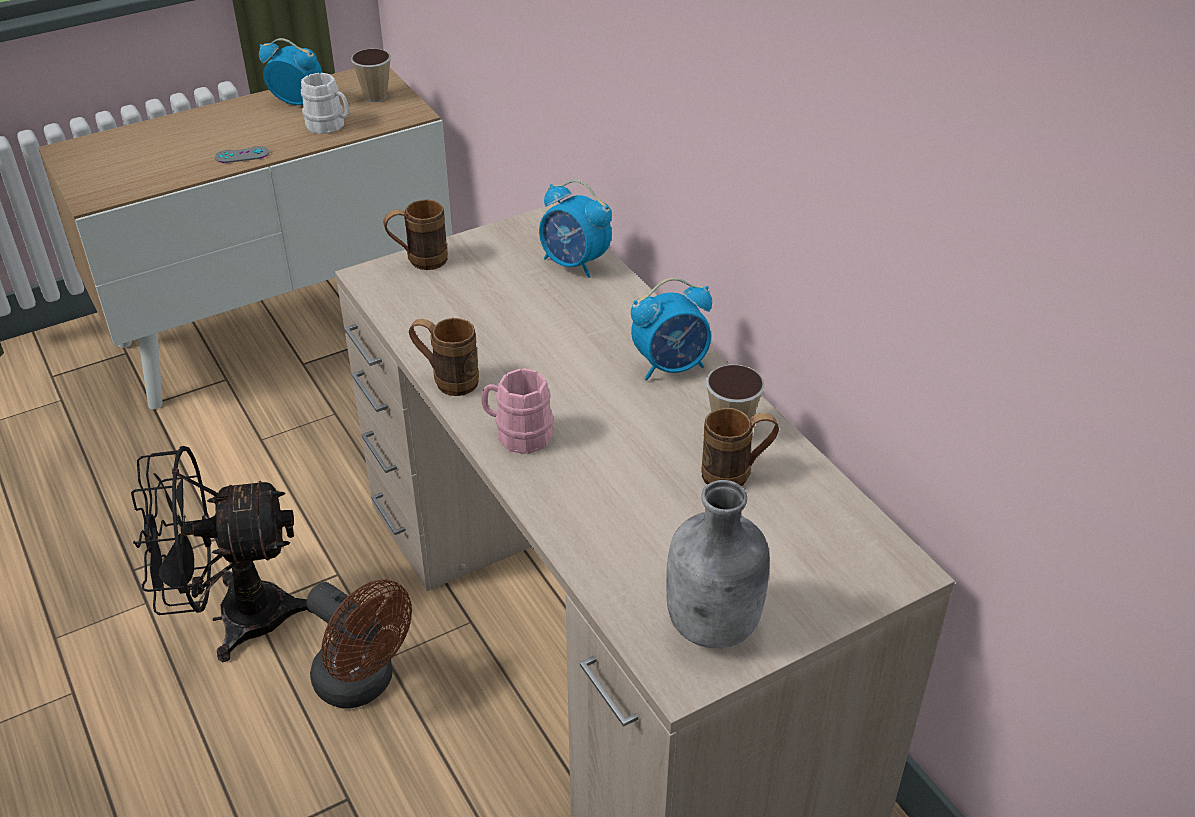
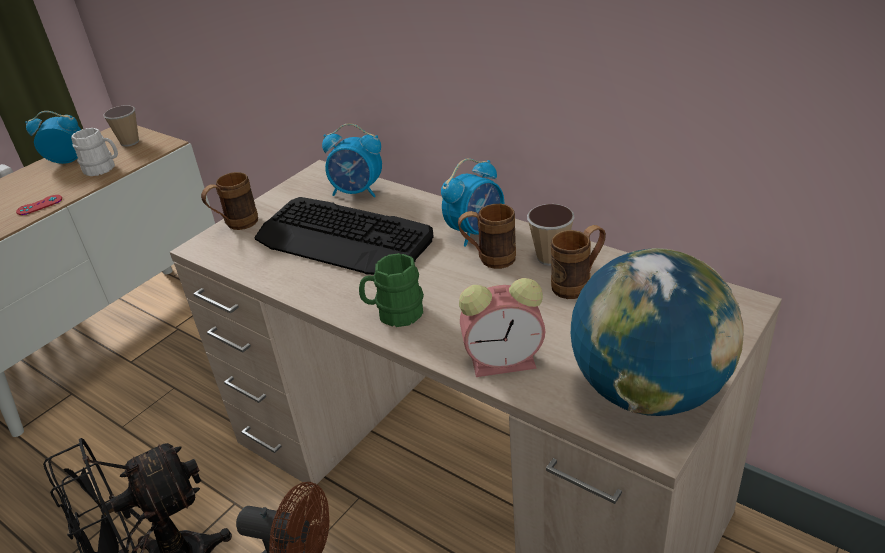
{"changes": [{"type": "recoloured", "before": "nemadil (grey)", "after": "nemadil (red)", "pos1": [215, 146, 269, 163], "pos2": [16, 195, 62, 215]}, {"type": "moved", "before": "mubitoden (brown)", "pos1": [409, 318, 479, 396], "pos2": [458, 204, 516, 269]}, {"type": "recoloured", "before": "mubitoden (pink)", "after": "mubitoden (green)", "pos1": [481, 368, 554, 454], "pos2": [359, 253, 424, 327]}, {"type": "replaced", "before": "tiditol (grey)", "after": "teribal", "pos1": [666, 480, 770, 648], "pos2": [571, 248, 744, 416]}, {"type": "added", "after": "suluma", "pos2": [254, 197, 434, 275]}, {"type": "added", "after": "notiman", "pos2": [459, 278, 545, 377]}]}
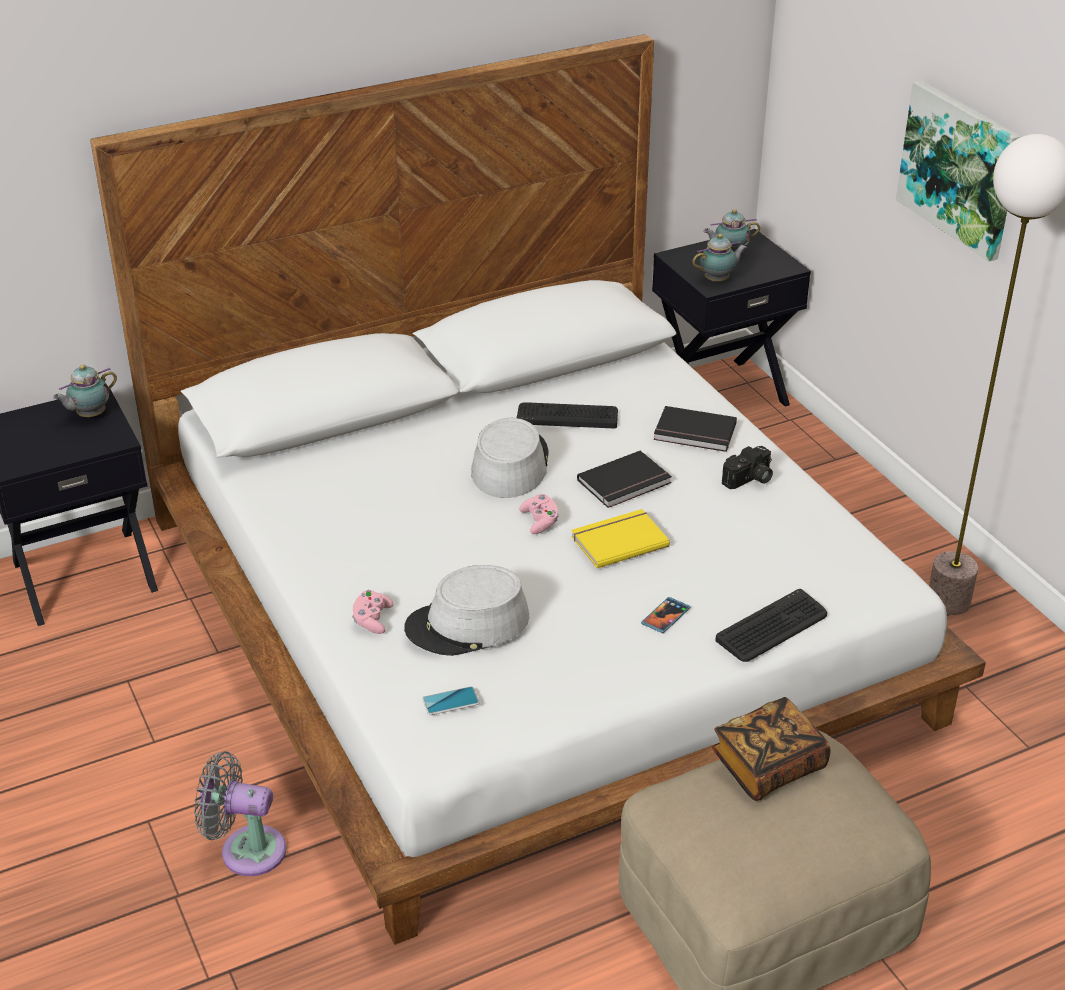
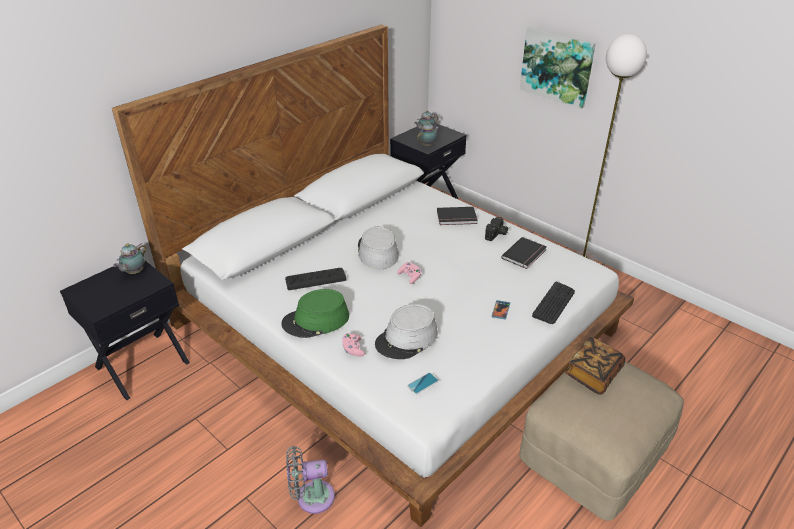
{"changes": [{"type": "moved", "before": "suluma", "pos1": [517, 402, 618, 428], "pos2": [285, 268, 346, 290]}, {"type": "moved", "before": "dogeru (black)", "pos1": [577, 451, 672, 508], "pos2": [501, 237, 547, 269]}, {"type": "removed", "before": "dogeru (yellow)", "pos1": [571, 509, 670, 568]}, {"type": "added", "after": "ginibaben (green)", "pos2": [281, 289, 349, 338]}]}
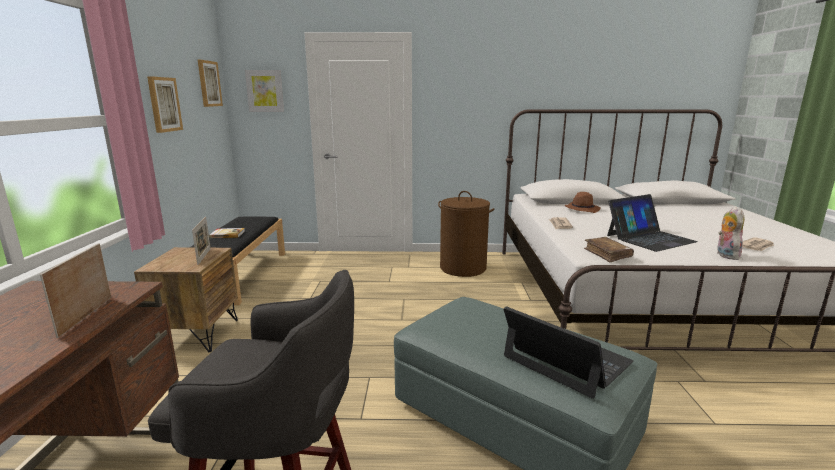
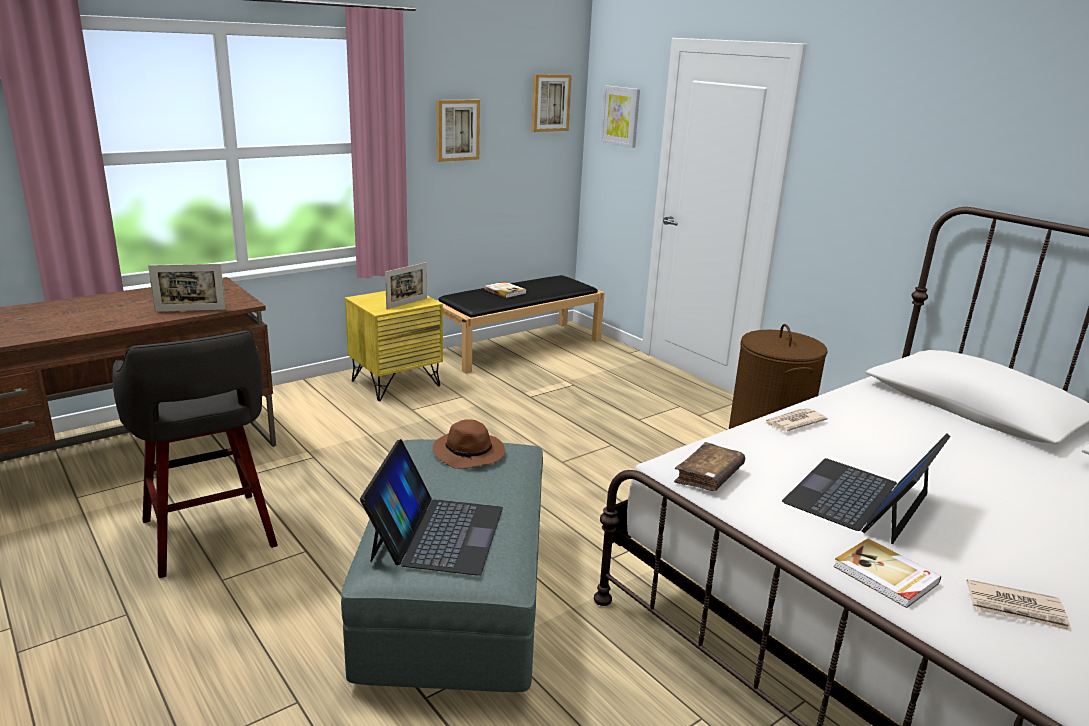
{"changes": [{"type": "moved", "before": "ginibaben (brown)", "pos1": [565, 192, 601, 213], "pos2": [433, 419, 505, 469]}, {"type": "turned", "before": "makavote", "pos1": [607, 194, 698, 252], "pos2": [782, 434, 951, 544], "turn": 105}, {"type": "replaced", "before": "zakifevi", "after": "dogeru", "pos1": [717, 207, 744, 260], "pos2": [833, 538, 941, 608]}, {"type": "turned", "before": "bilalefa", "pos1": [40, 243, 111, 338], "pos2": [148, 264, 226, 312], "turn": -150}, {"type": "recoloured", "before": "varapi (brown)", "after": "varapi (yellow)", "pos1": [134, 247, 238, 352], "pos2": [345, 291, 443, 401]}]}
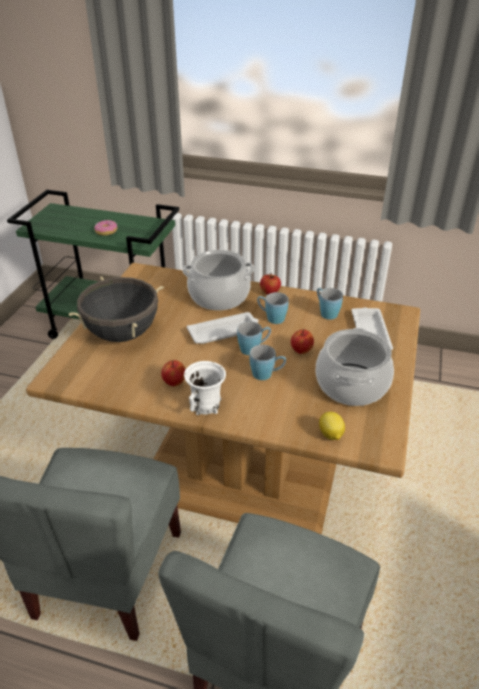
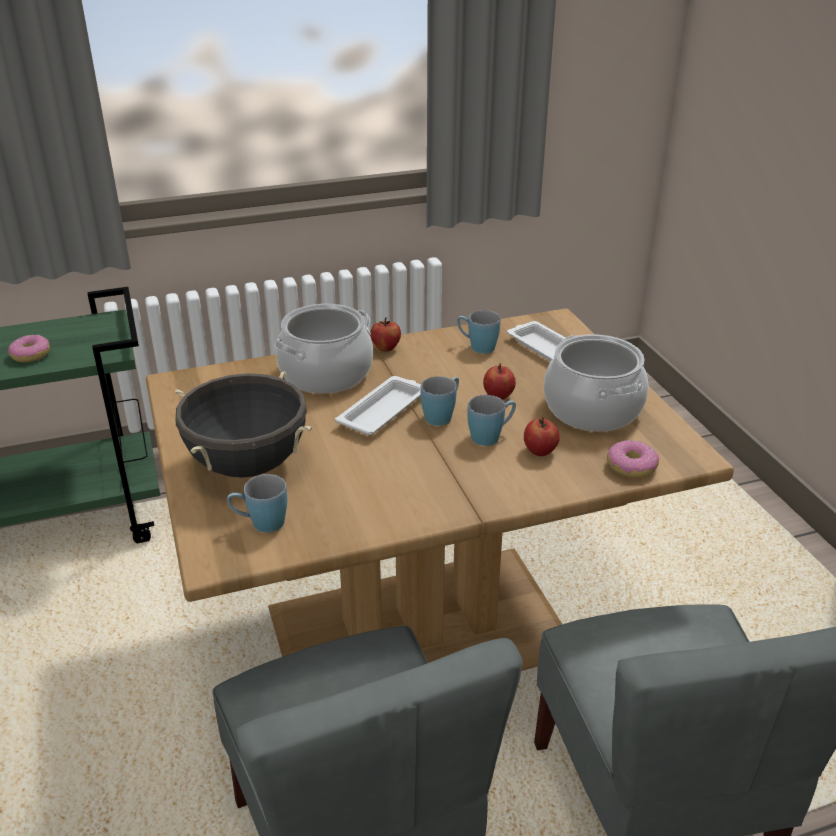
{"changes": [{"type": "moved", "before": "mubitoden (blue)", "pos1": [257, 292, 289, 324], "pos2": [227, 474, 287, 533]}, {"type": "moved", "before": "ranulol", "pos1": [161, 360, 186, 386], "pos2": [524, 417, 560, 456]}, {"type": "removed", "before": "mubitoden (white)", "pos1": [184, 361, 226, 415]}, {"type": "replaced", "before": "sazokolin", "after": "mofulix", "pos1": [319, 412, 345, 440], "pos2": [607, 440, 659, 478]}]}
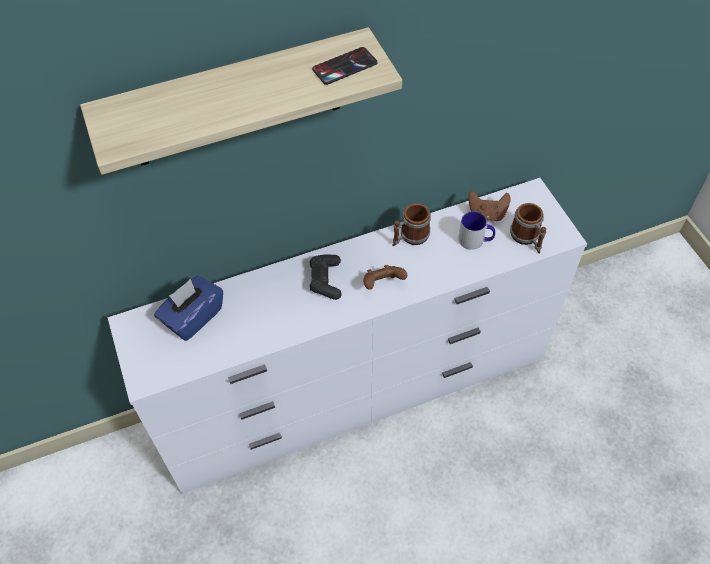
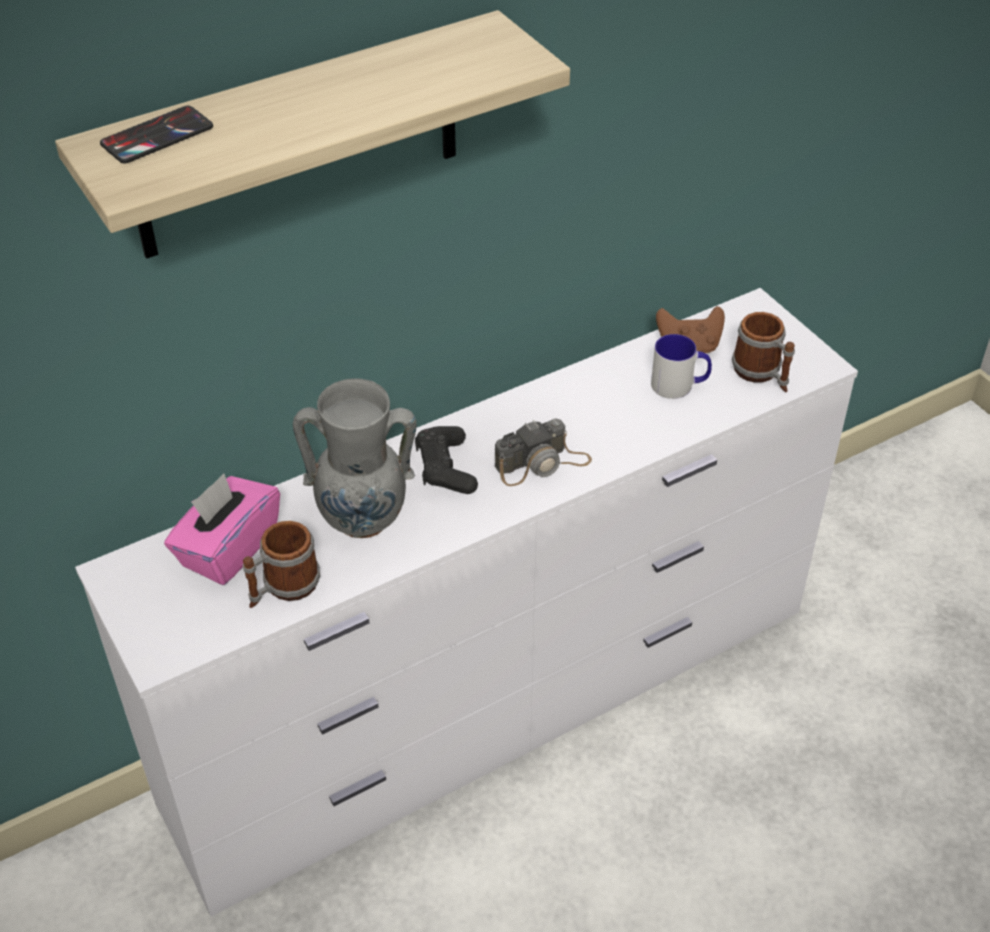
{"changes": [{"type": "moved", "before": "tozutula", "pos1": [312, 47, 378, 85], "pos2": [100, 106, 213, 163]}, {"type": "moved", "before": "mubitoden", "pos1": [392, 203, 431, 246], "pos2": [243, 521, 320, 608]}, {"type": "replaced", "before": "nemadil (brown)", "after": "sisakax", "pos1": [363, 265, 407, 290], "pos2": [495, 419, 592, 486]}, {"type": "recoloured", "before": "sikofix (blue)", "after": "sikofix (pink)", "pos1": [154, 276, 223, 341], "pos2": [164, 473, 280, 585]}, {"type": "added", "after": "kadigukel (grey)", "pos2": [293, 378, 417, 538]}]}
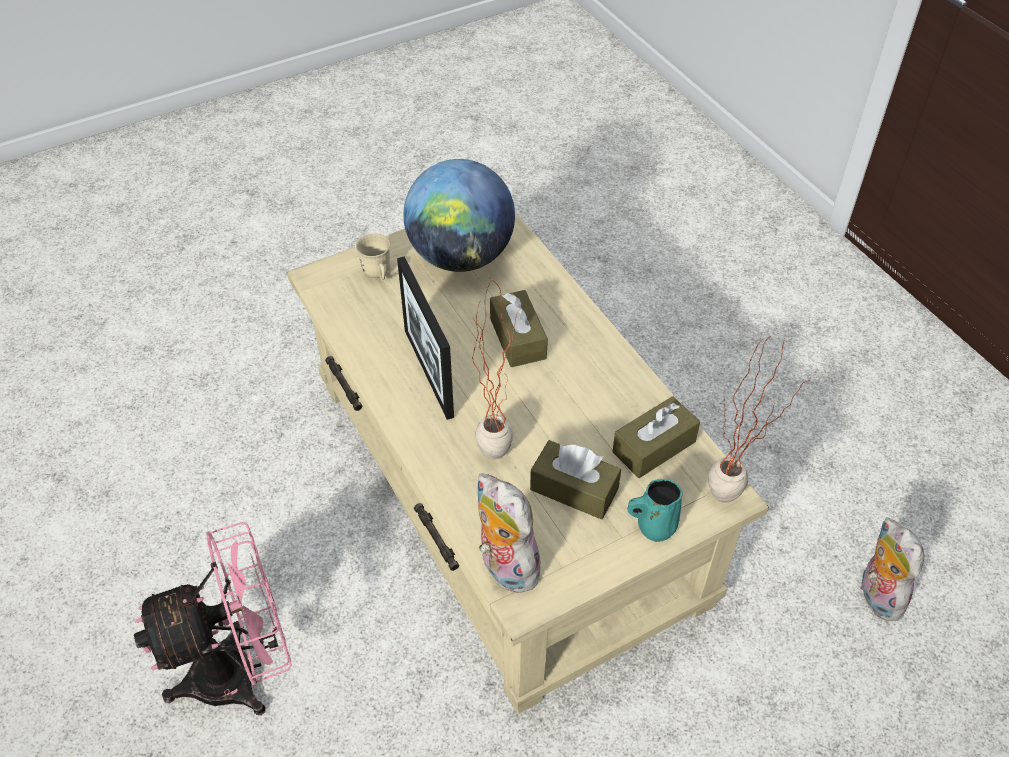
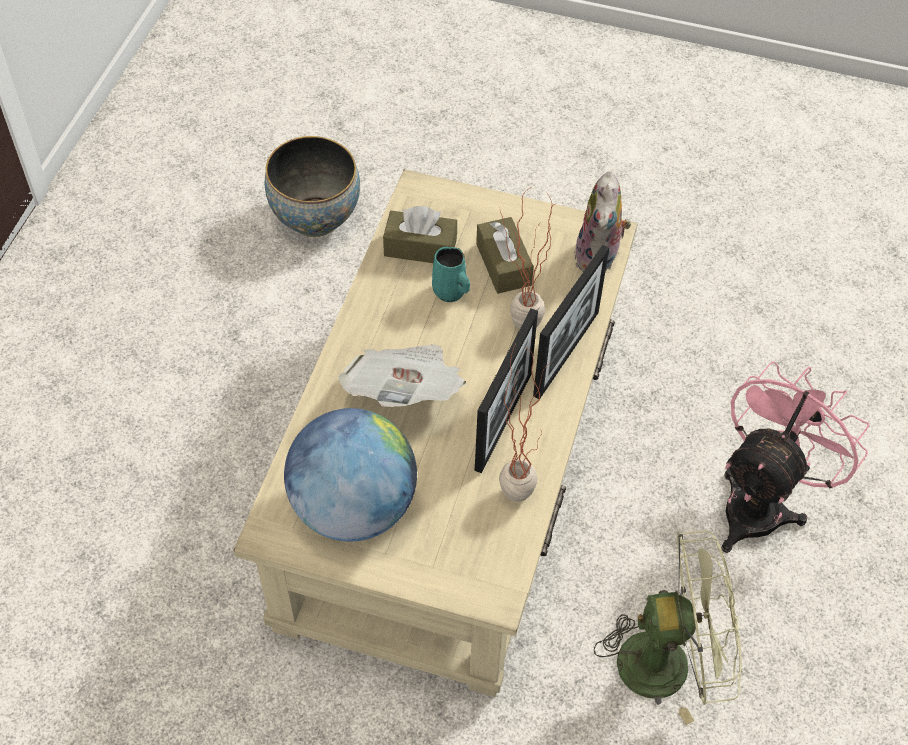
{"changes": [{"type": "removed", "before": "mubitoden (beige)", "pos1": [356, 233, 390, 280]}, {"type": "replaced", "before": "sikofix (brown)", "after": "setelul", "pos1": [490, 290, 548, 367], "pos2": [338, 344, 466, 407]}, {"type": "moved", "before": "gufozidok", "pos1": [708, 339, 810, 503], "pos2": [499, 342, 550, 502]}, {"type": "moved", "before": "mubitoden (turquoise)", "pos1": [627, 479, 682, 542], "pos2": [432, 247, 470, 302]}, {"type": "replaced", "before": "zakifevi", "after": "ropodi", "pos1": [860, 517, 924, 621], "pos2": [265, 136, 360, 237]}, {"type": "turned", "before": "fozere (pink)", "pos1": [134, 522, 292, 715], "pos2": [721, 362, 870, 553], "turn": 105}, {"type": "added", "after": "bilalefa", "pos2": [533, 245, 609, 399]}, {"type": "added", "after": "fozere (green)", "pos2": [594, 531, 741, 725]}]}
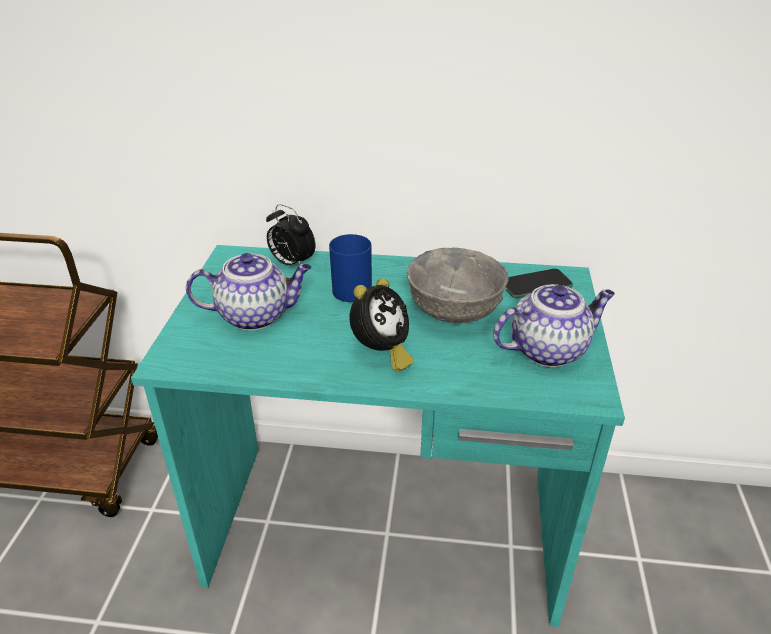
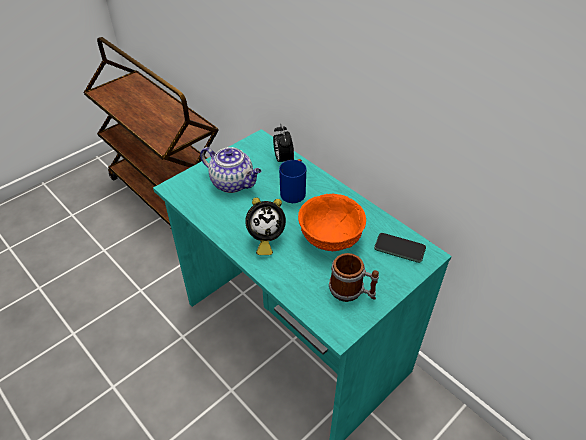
{"changes": [{"type": "recoloured", "before": "ropodi (grey)", "after": "ropodi (orange)", "pos1": [407, 247, 509, 323], "pos2": [298, 194, 366, 251]}, {"type": "replaced", "before": "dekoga", "after": "mubitoden", "pos1": [493, 284, 615, 367], "pos2": [329, 253, 379, 302]}]}
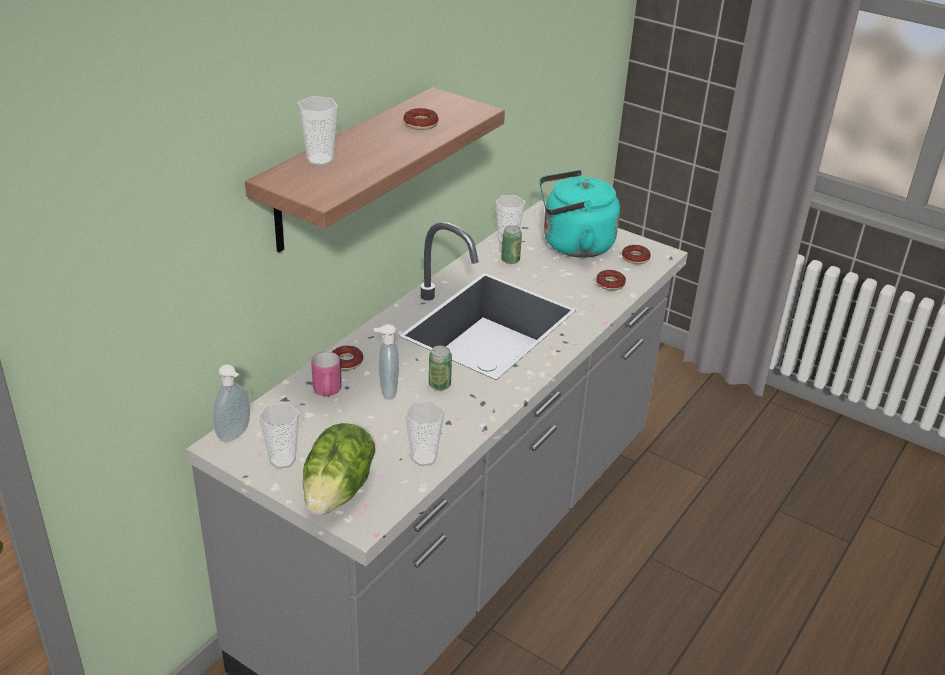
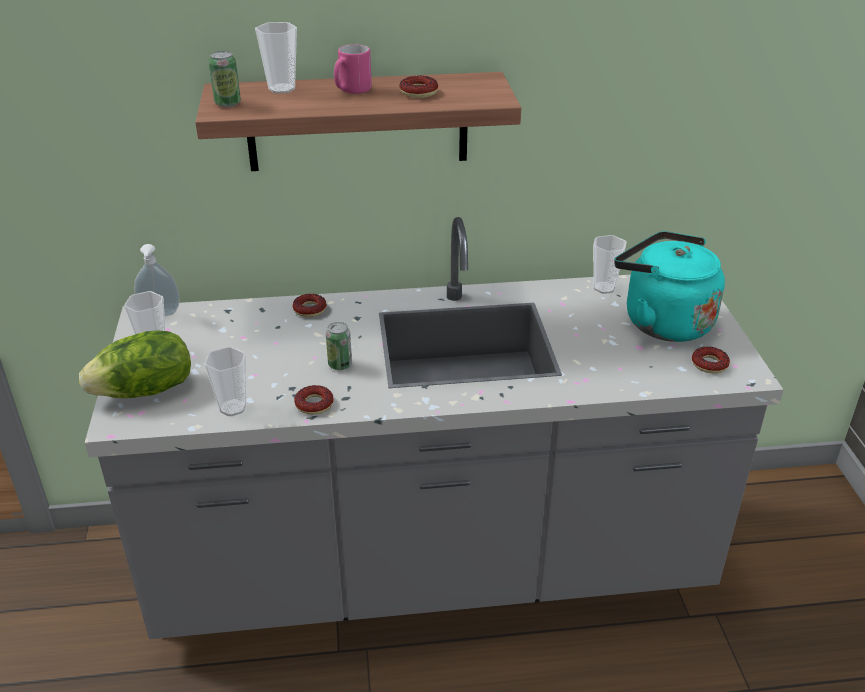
{"changes": [{"type": "moved", "before": "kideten", "pos1": [501, 225, 522, 264], "pos2": [209, 51, 241, 107]}, {"type": "moved", "before": "mofulix", "pos1": [596, 270, 626, 290], "pos2": [294, 385, 334, 415]}, {"type": "removed", "before": "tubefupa", "pos1": [374, 324, 399, 400]}, {"type": "moved", "before": "mubitoden (pink)", "pos1": [311, 352, 341, 397], "pos2": [334, 44, 372, 94]}]}
